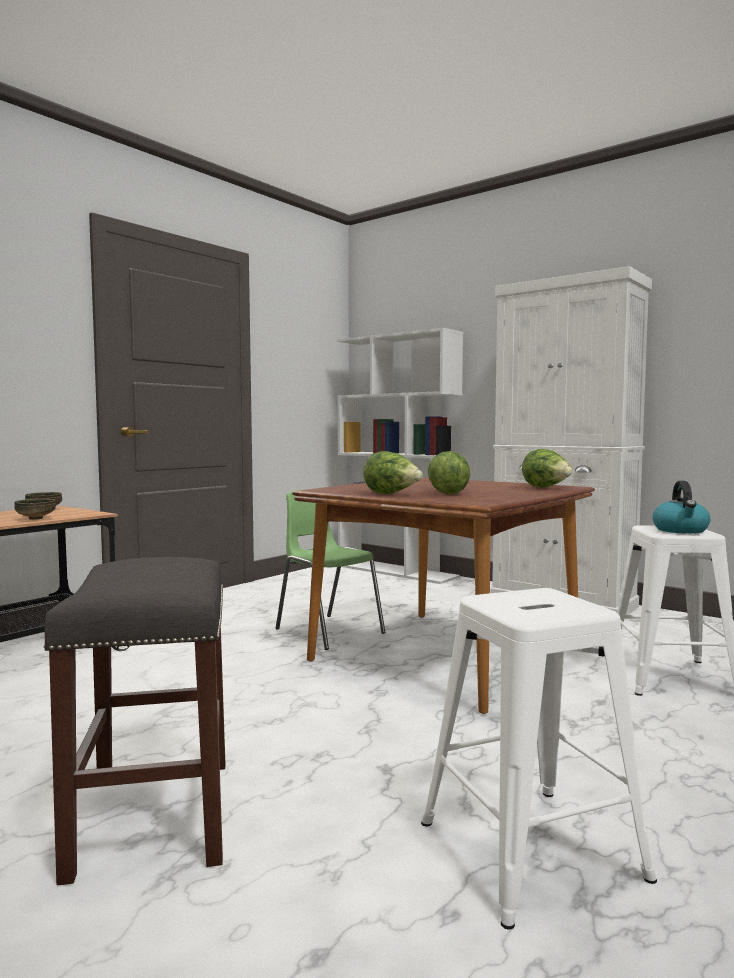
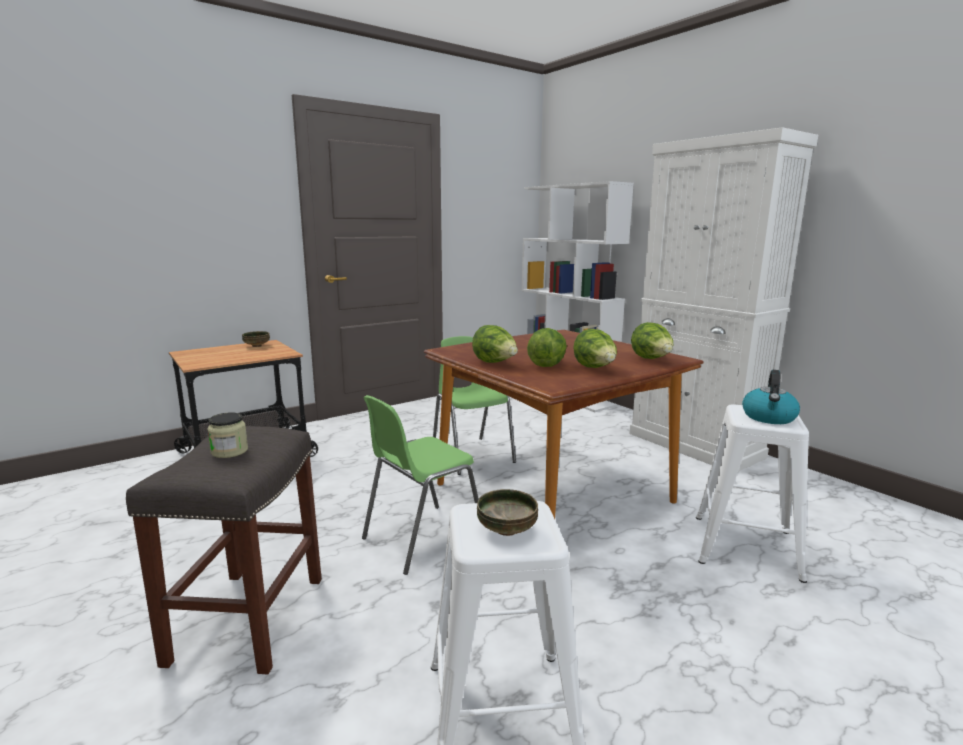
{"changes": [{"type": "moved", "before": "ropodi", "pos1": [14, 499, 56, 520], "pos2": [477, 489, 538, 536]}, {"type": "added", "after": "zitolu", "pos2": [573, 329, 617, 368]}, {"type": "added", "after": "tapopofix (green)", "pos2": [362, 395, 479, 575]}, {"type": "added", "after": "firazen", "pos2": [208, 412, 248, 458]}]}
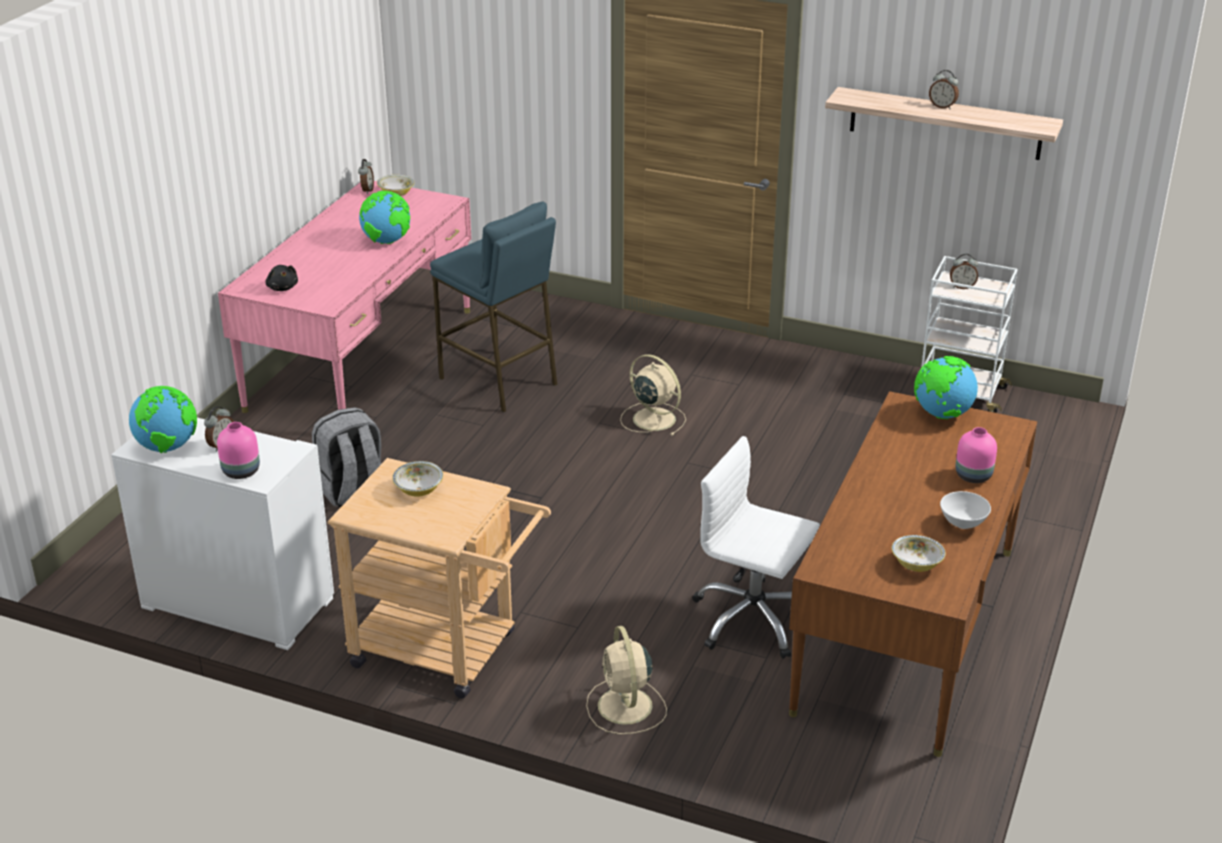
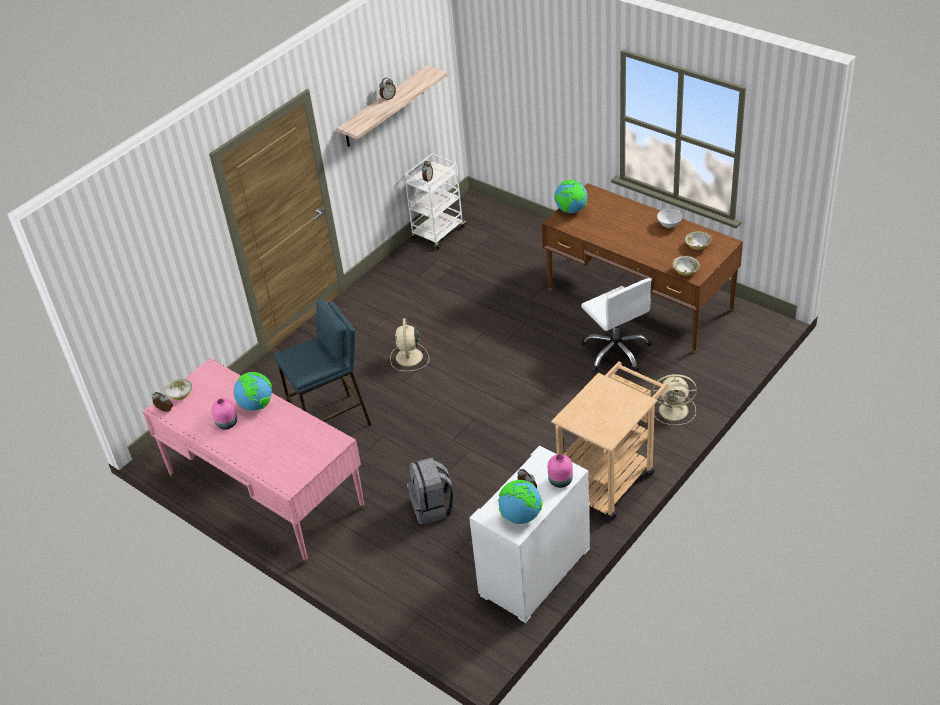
{"changes": [{"type": "removed", "before": "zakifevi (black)", "pos1": [265, 265, 298, 291]}, {"type": "turned", "before": "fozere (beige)", "pos1": [620, 354, 686, 436], "pos2": [390, 318, 429, 371], "turn": -60}, {"type": "moved", "before": "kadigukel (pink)", "pos1": [956, 427, 997, 483], "pos2": [212, 398, 237, 430]}, {"type": "turned", "before": "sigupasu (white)", "pos1": [692, 436, 820, 659], "pos2": [581, 278, 651, 372], "turn": -75}, {"type": "moved", "before": "ropodi", "pos1": [392, 461, 443, 497], "pos2": [673, 256, 700, 276]}]}
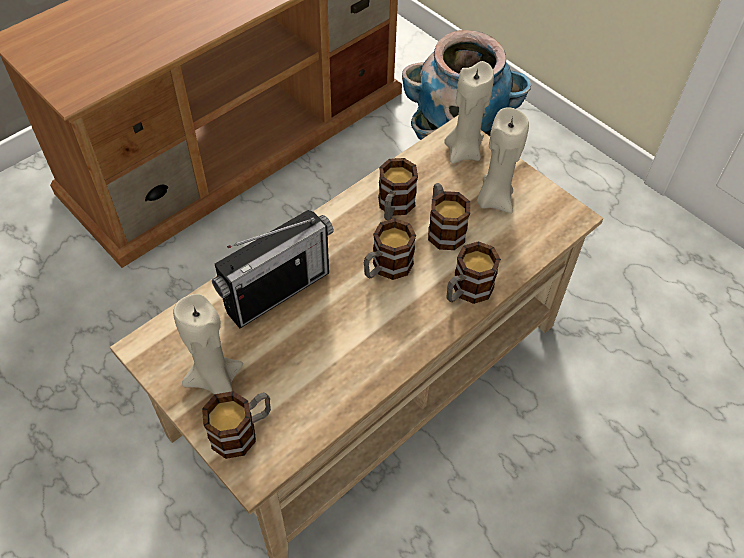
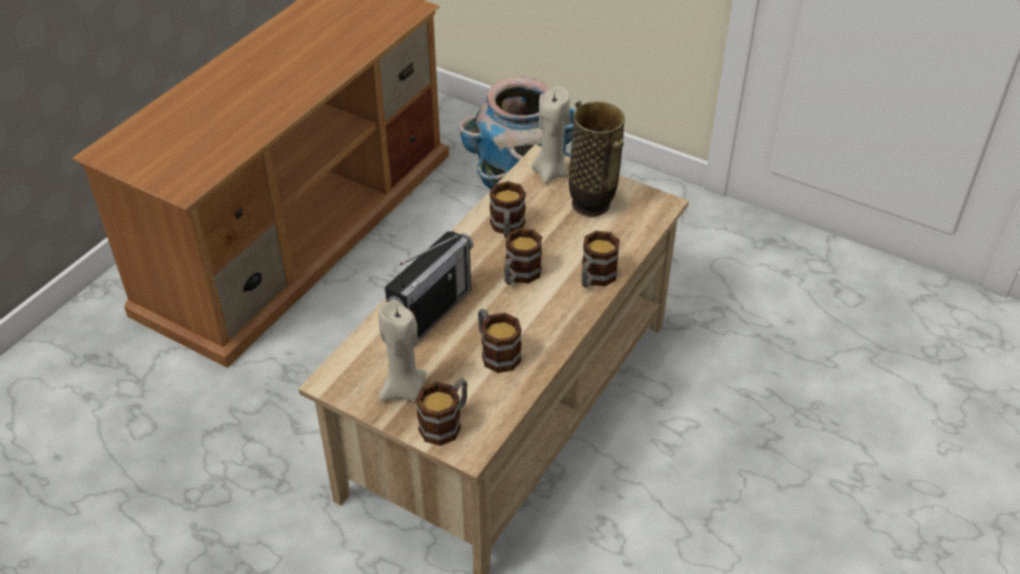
{"changes": [{"type": "replaced", "before": "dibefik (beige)", "after": "kadigukel", "pos1": [477, 107, 529, 214], "pos2": [569, 101, 625, 217]}, {"type": "moved", "before": "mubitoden", "pos1": [428, 183, 470, 250], "pos2": [478, 309, 522, 373]}]}
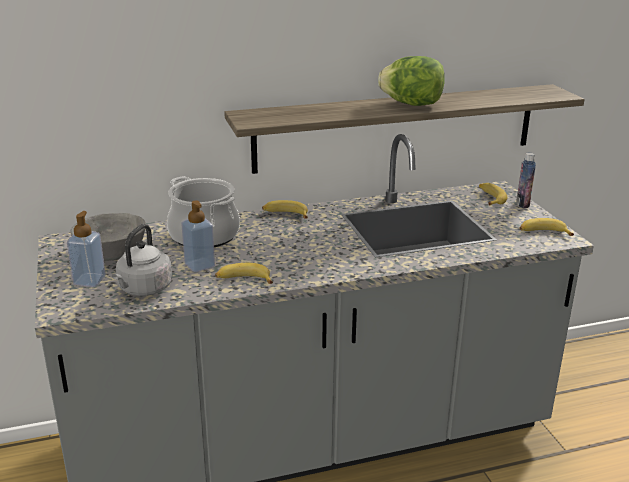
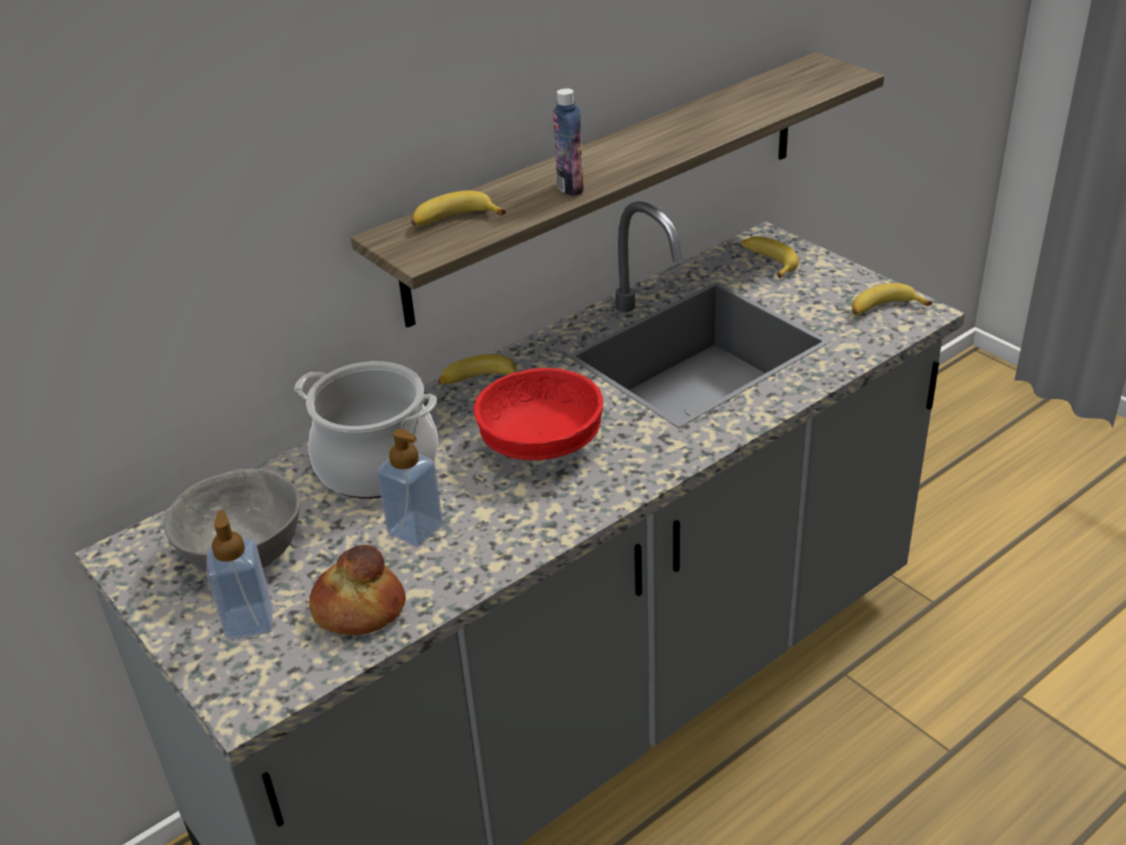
{"changes": [{"type": "removed", "before": "zitolu", "pos1": [378, 56, 445, 106]}, {"type": "moved", "before": "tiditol", "pos1": [516, 153, 536, 208], "pos2": [553, 88, 584, 196]}, {"type": "replaced", "before": "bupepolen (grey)", "after": "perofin", "pos1": [112, 224, 172, 296], "pos2": [309, 545, 406, 635]}, {"type": "moved", "before": "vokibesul", "pos1": [215, 263, 273, 284], "pos2": [411, 191, 506, 226]}, {"type": "added", "after": "ropodi (red)", "pos2": [473, 368, 603, 460]}]}
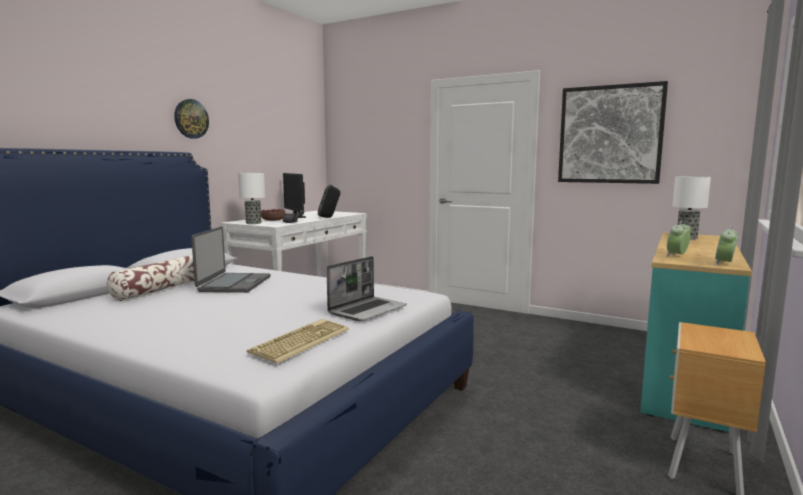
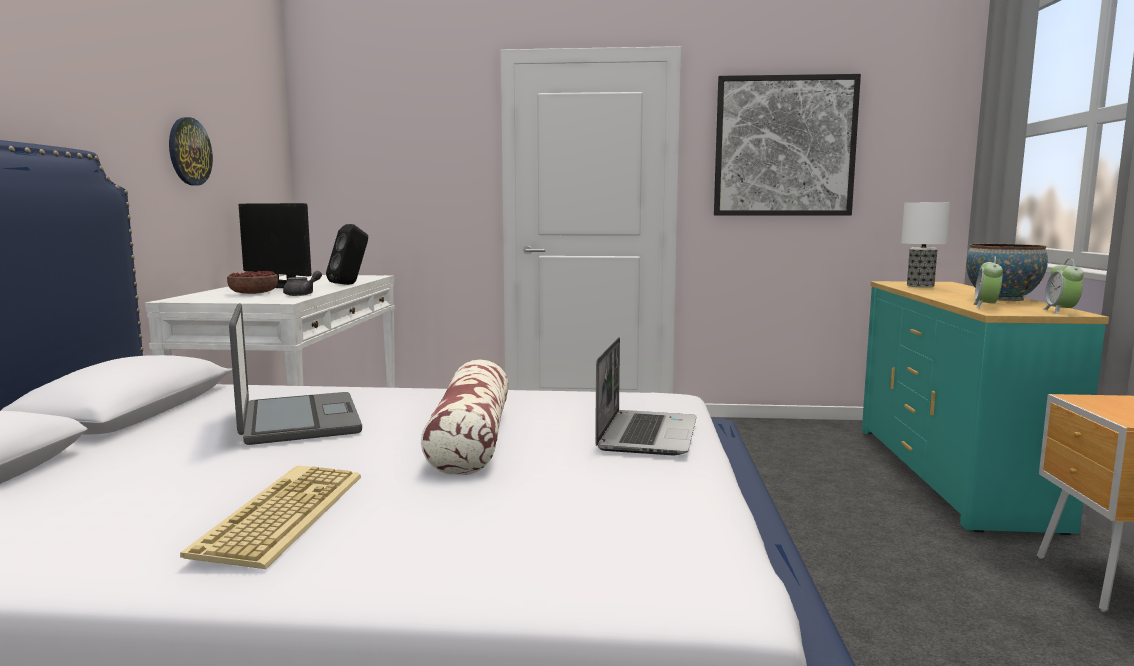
{"changes": [{"type": "moved", "before": "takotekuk", "pos1": [174, 99, 209, 139], "pos2": [169, 117, 213, 186]}, {"type": "removed", "before": "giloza", "pos1": [238, 173, 265, 224]}, {"type": "moved", "before": "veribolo", "pos1": [107, 255, 194, 301], "pos2": [421, 360, 509, 475]}, {"type": "moved", "before": "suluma", "pos1": [247, 319, 349, 364], "pos2": [180, 466, 361, 569]}, {"type": "added", "after": "ropodi", "pos2": [966, 244, 1048, 301]}]}
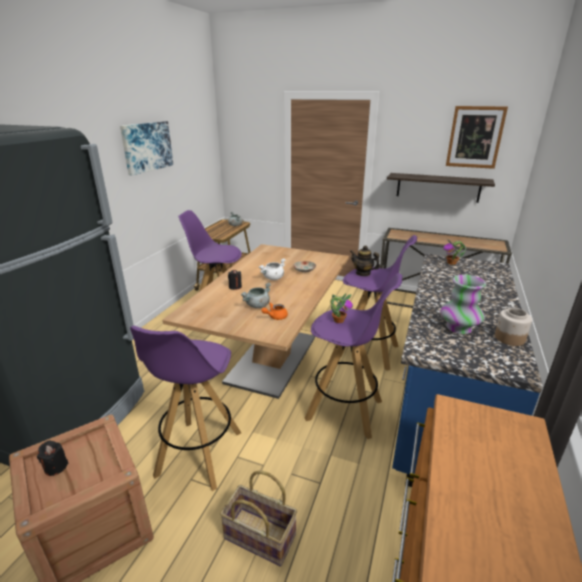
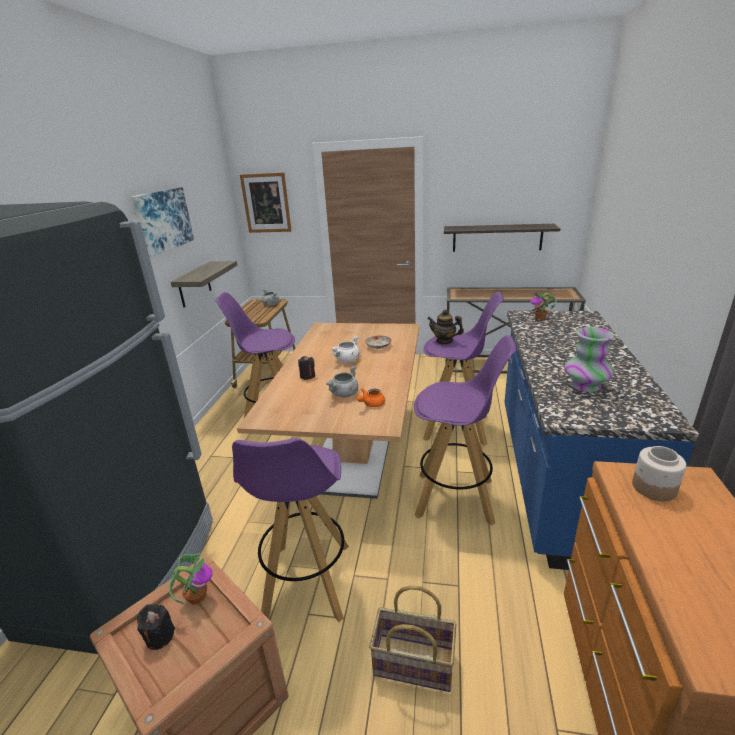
{"changes": [{"type": "moved", "before": "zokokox", "pos1": [446, 106, 508, 169], "pos2": [240, 172, 292, 233]}, {"type": "moved", "before": "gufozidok", "pos1": [330, 294, 353, 323], "pos2": [169, 553, 213, 604]}, {"type": "moved", "before": "firazen", "pos1": [495, 308, 532, 346], "pos2": [632, 446, 686, 501]}, {"type": "added", "after": "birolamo", "pos2": [171, 261, 237, 308]}]}
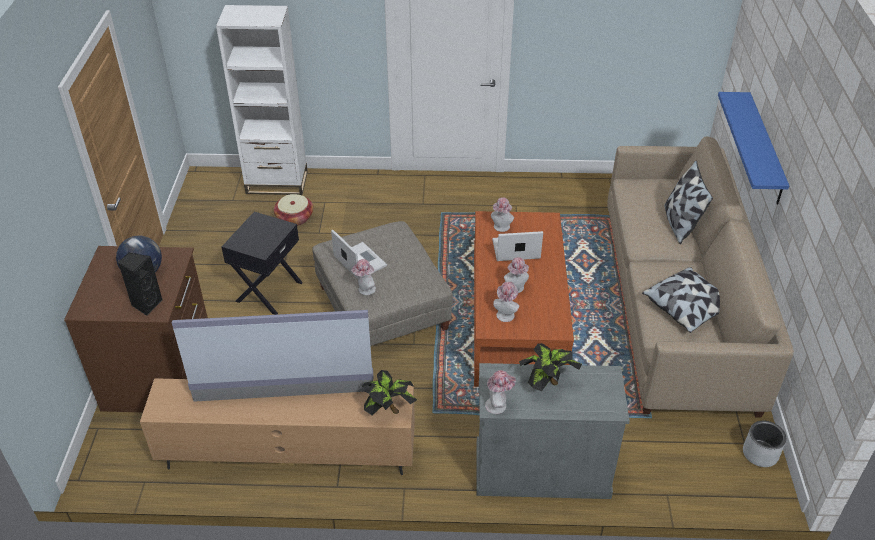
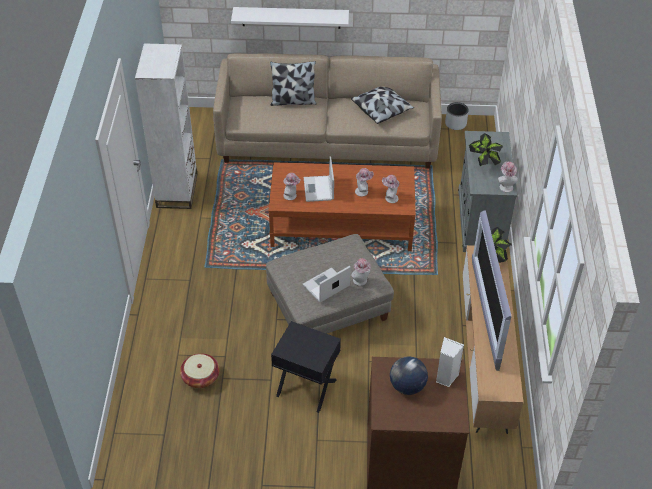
{"changes": [{"type": "moved", "before": "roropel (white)", "pos1": [216, 5, 308, 195], "pos2": [135, 43, 197, 209]}, {"type": "recoloured", "before": "birolamo (blue)", "after": "birolamo (white)", "pos1": [718, 92, 789, 205], "pos2": [231, 7, 349, 29]}, {"type": "recoloured", "before": "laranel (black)", "after": "laranel (white)", "pos1": [118, 252, 163, 316], "pos2": [436, 337, 464, 387]}]}
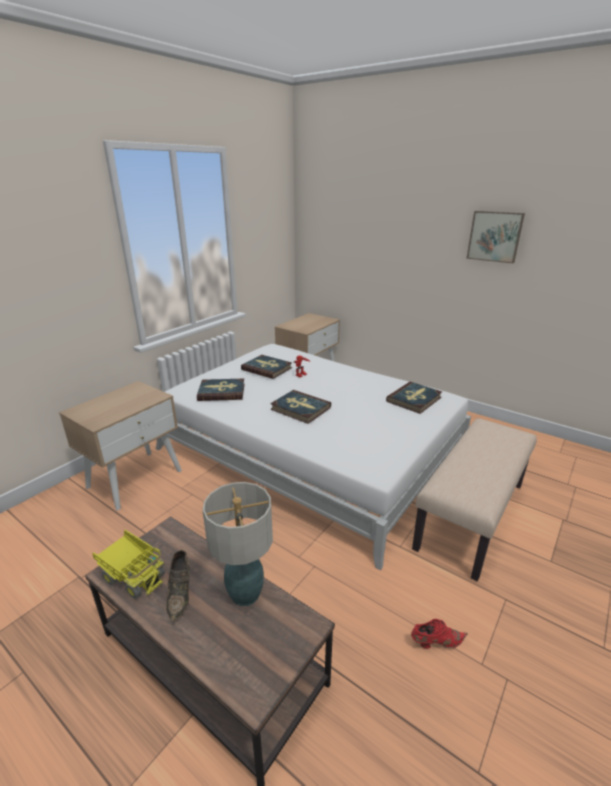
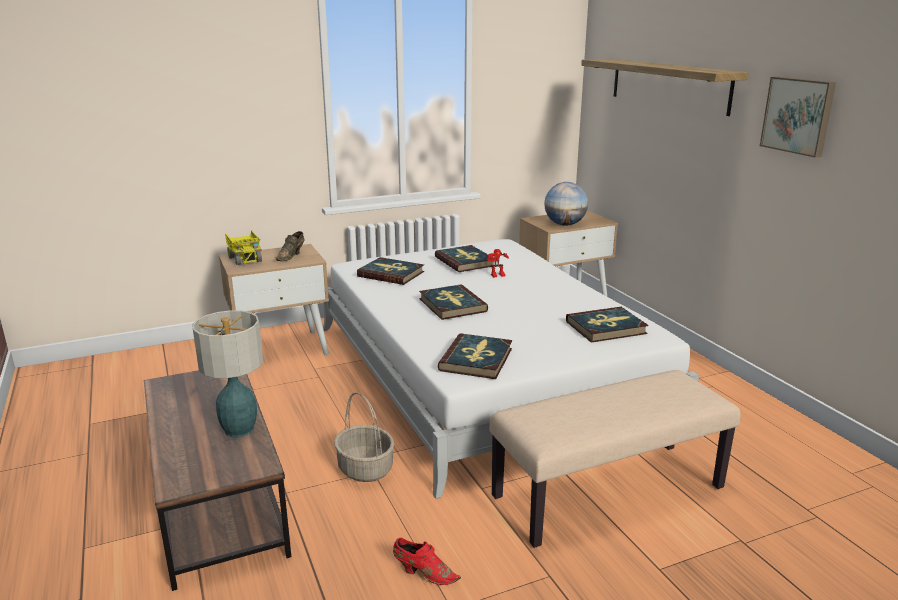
{"changes": [{"type": "moved", "before": "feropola", "pos1": [92, 530, 165, 599], "pos2": [225, 230, 262, 265]}, {"type": "moved", "before": "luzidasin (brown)", "pos1": [166, 550, 190, 622], "pos2": [276, 231, 304, 261]}, {"type": "added", "after": "birolamo", "pos2": [581, 59, 749, 116]}, {"type": "added", "after": "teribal", "pos2": [544, 182, 588, 226]}, {"type": "added", "after": "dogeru", "pos2": [438, 333, 512, 379]}, {"type": "added", "after": "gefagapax", "pos2": [334, 392, 394, 482]}]}
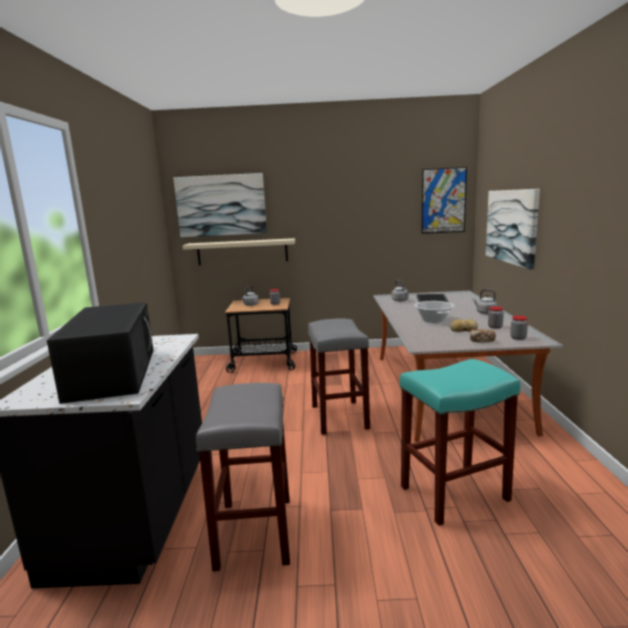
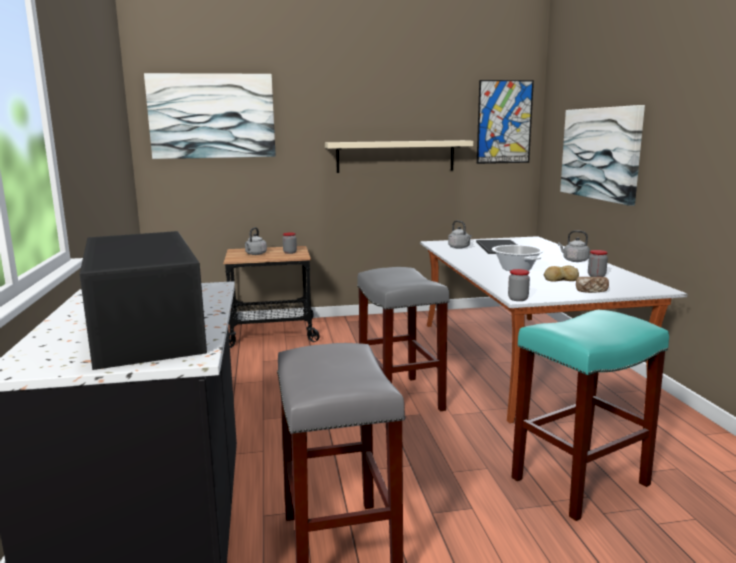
{"changes": [{"type": "moved", "before": "birolamo (beige)", "pos1": [183, 238, 295, 265], "pos2": [325, 140, 473, 173]}, {"type": "moved", "before": "firazen", "pos1": [510, 316, 528, 340], "pos2": [508, 269, 530, 301]}]}
